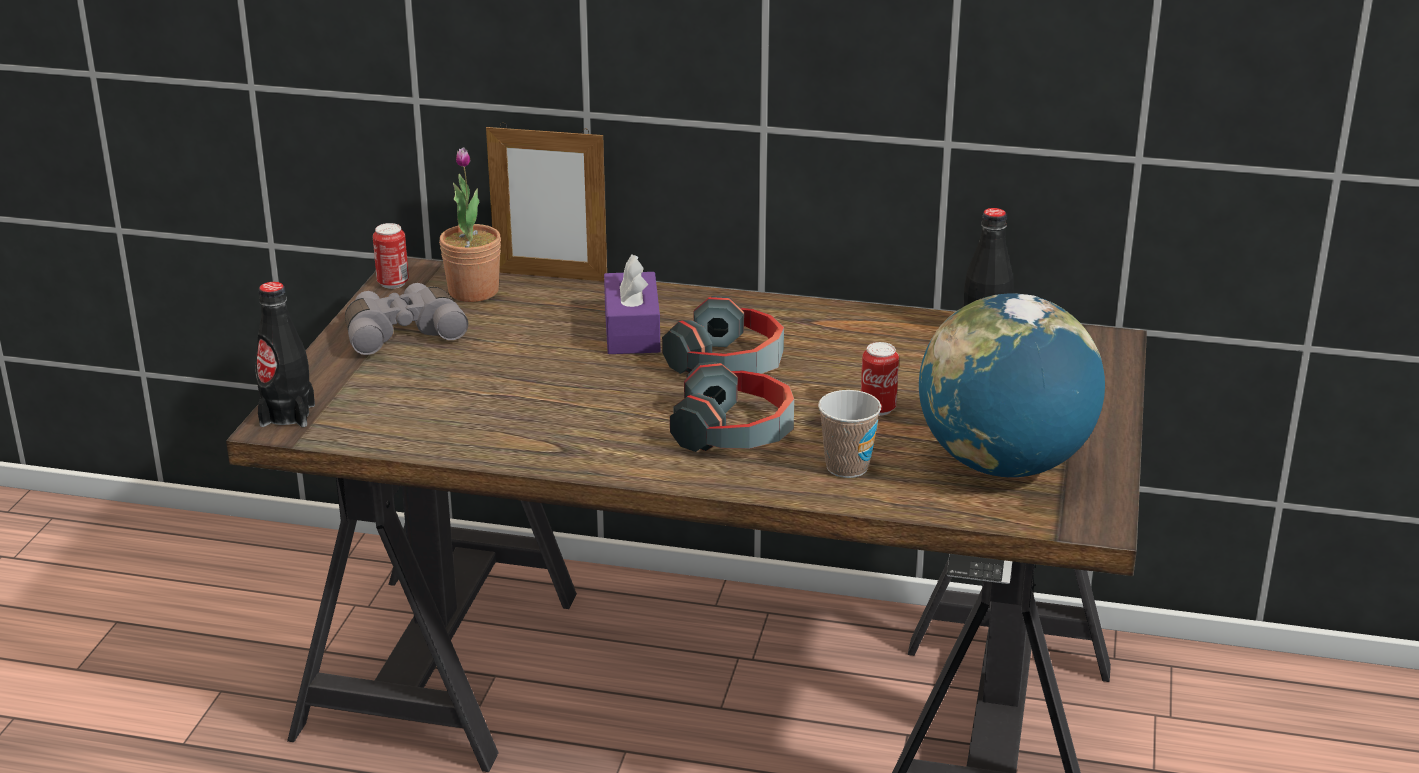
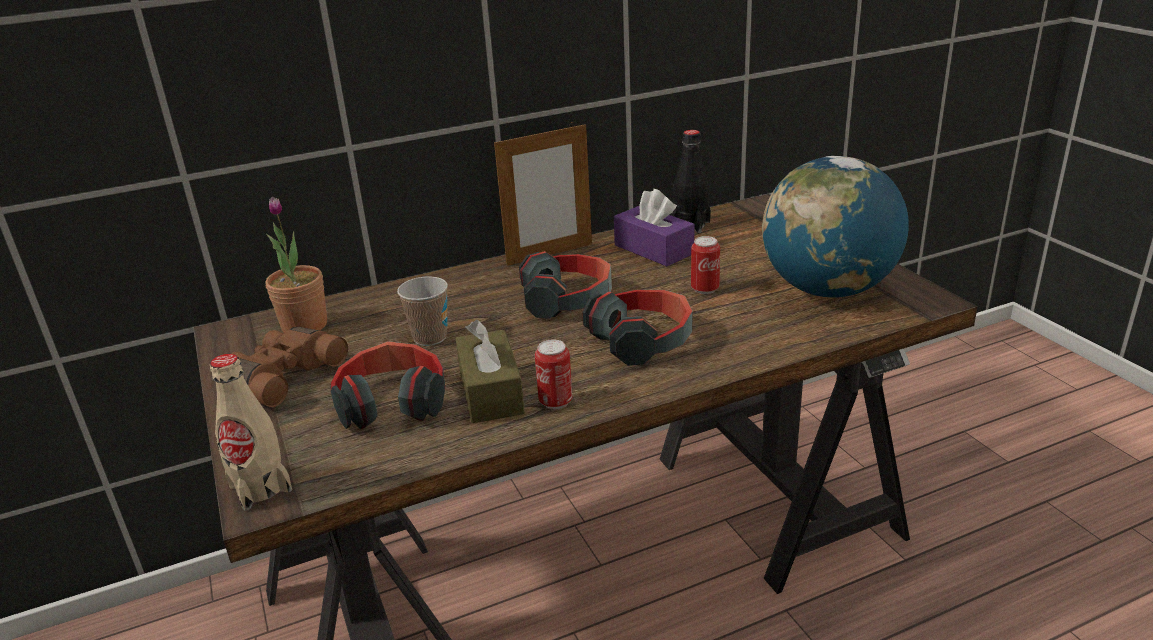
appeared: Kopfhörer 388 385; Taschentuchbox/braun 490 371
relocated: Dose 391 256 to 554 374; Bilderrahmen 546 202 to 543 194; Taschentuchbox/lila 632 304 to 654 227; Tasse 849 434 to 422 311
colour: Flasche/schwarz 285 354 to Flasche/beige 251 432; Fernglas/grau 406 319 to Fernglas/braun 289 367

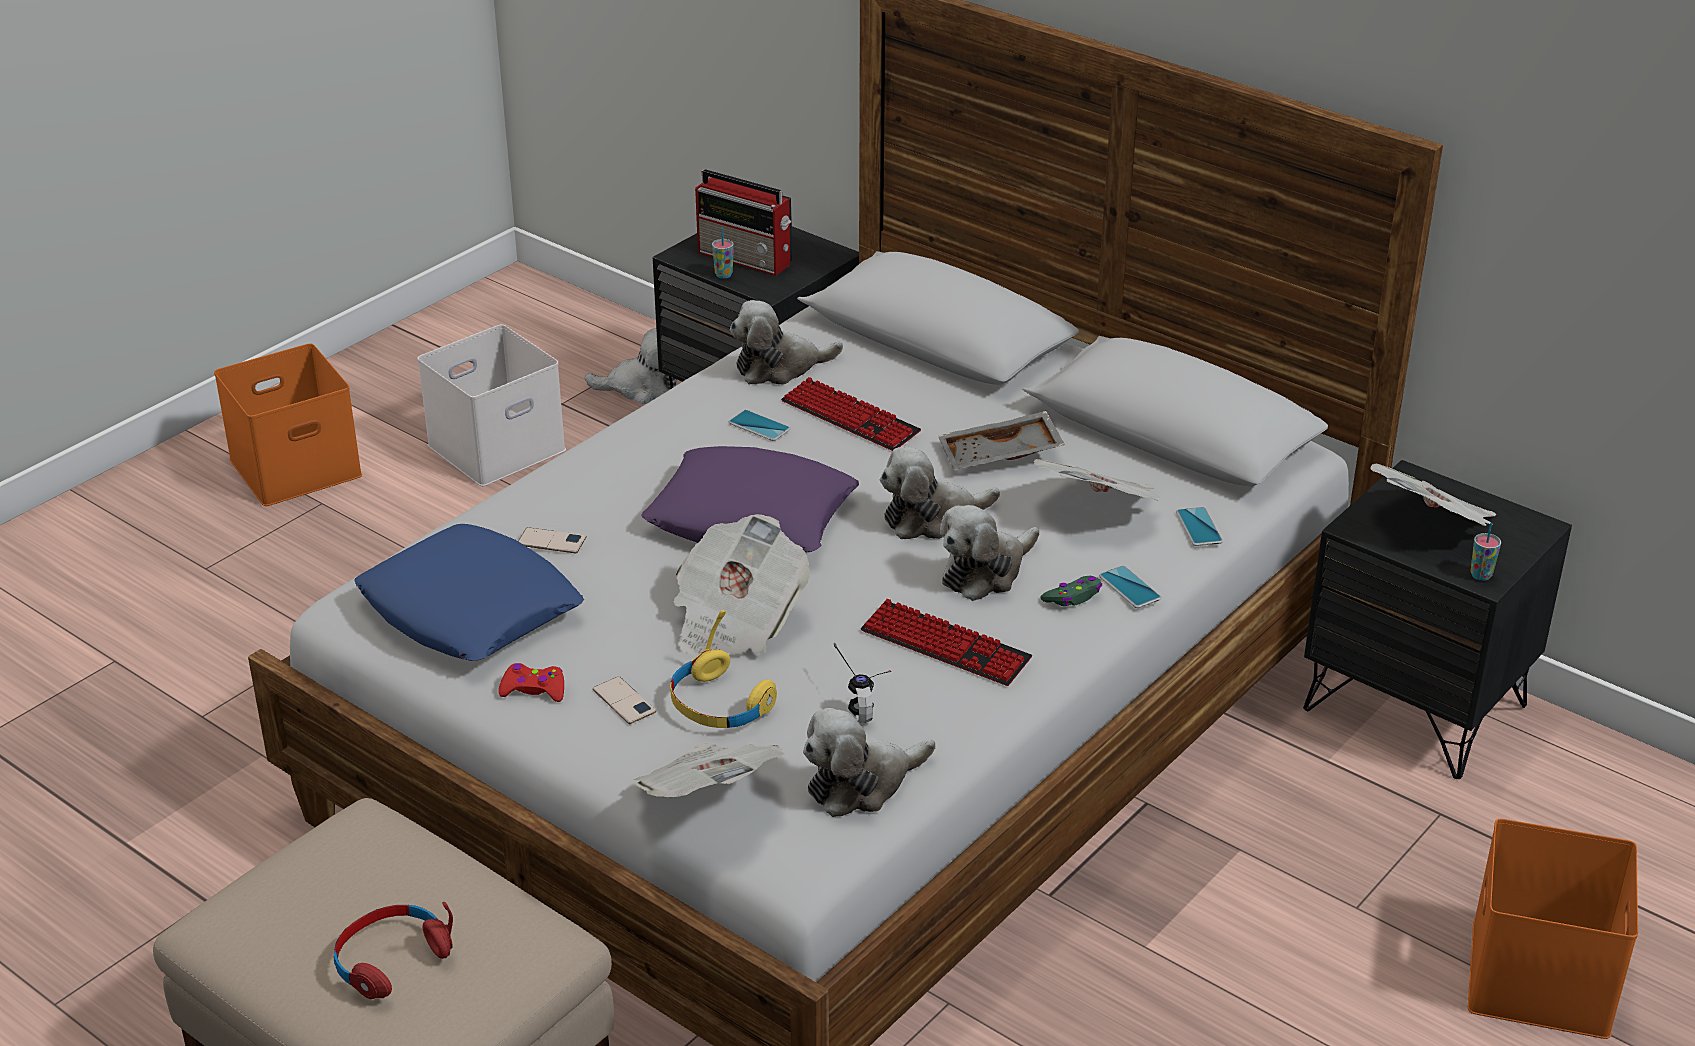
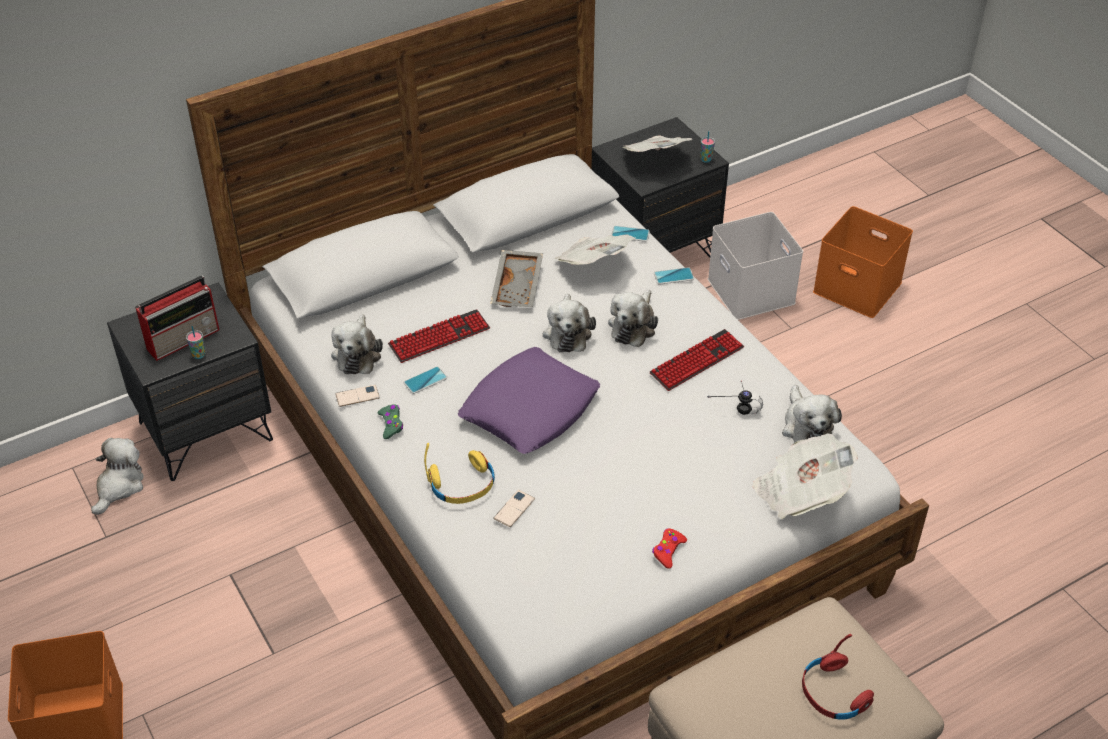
missing: Kissen/blau 469 592; Zeitung 742 585
relocated: Aufbewahrungsbox/weiß 491 405 to 755 266; Handy 624 700 to 357 396; Kopfhörer/gelb 723 669 to 459 473; Gamepad/grün 1071 591 to 390 421
spun: Plüschtier 989 553 = 633 318 45 degrees clockwise

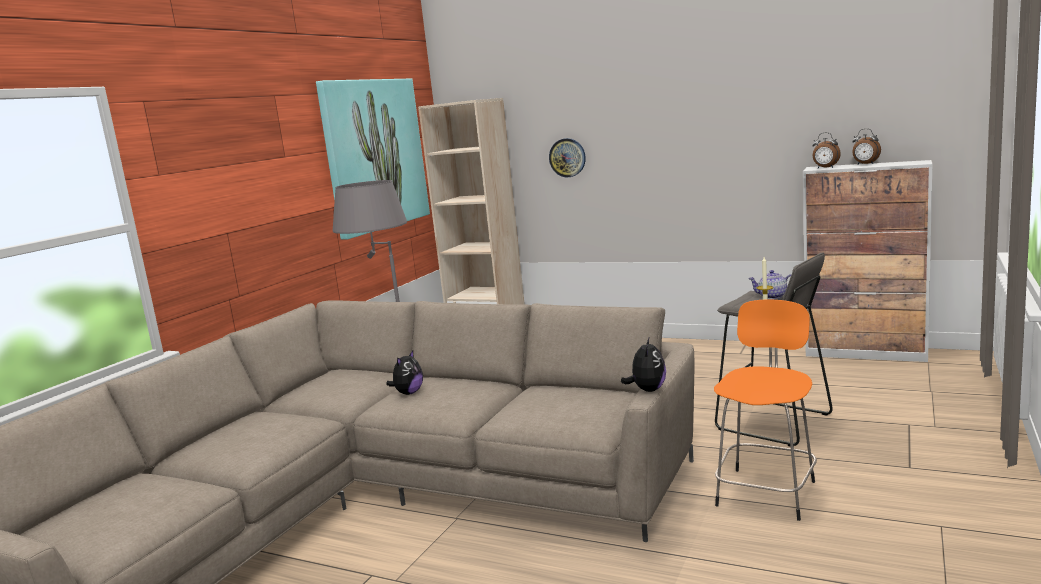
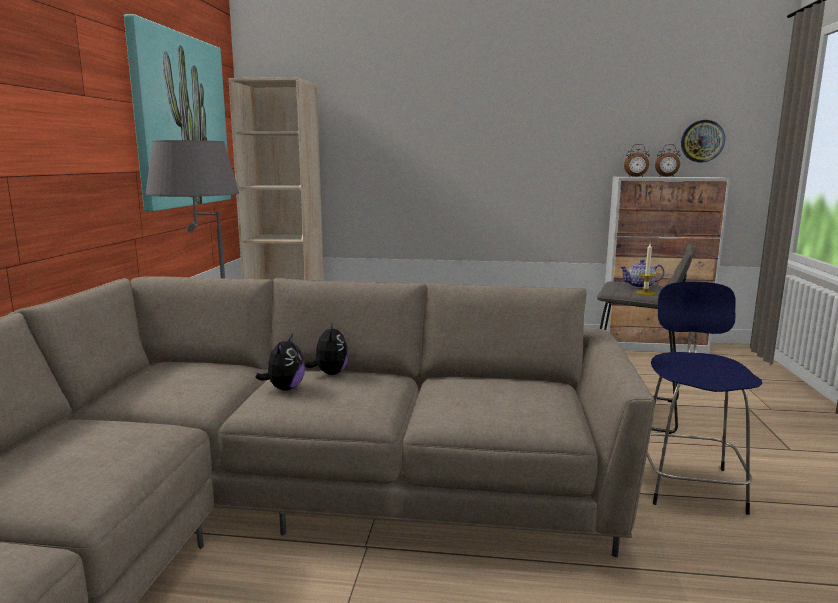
relocated: Wanduhr 567 157 to 703 141; Plüschtier 643 365 to 326 348
colour: Hocker/orange 765 410 to Hocker/blau 704 398

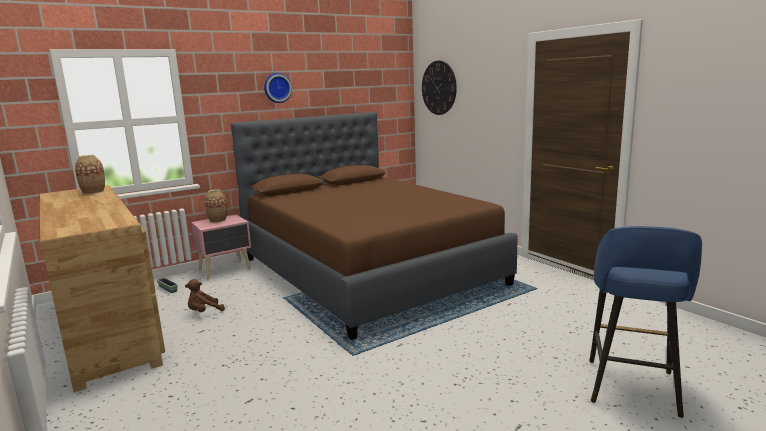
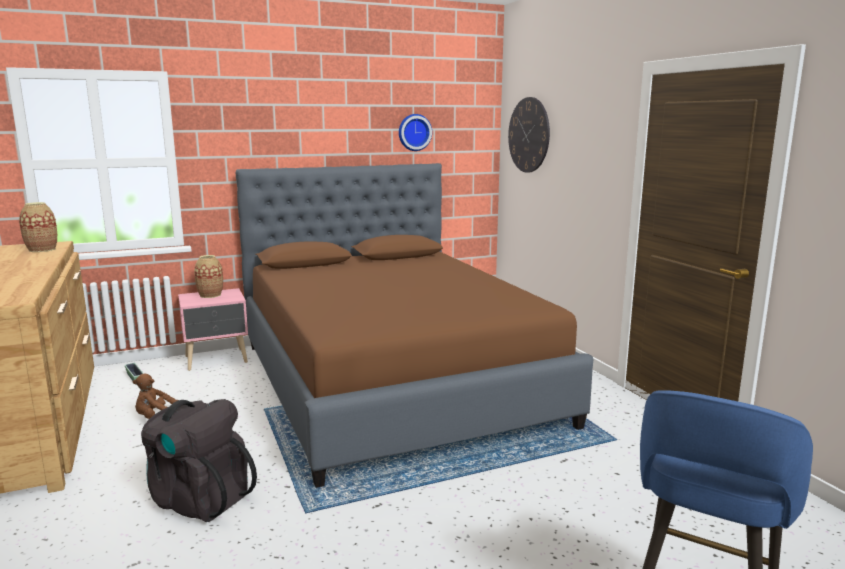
appeared: Rucksack/schwarz 199 460
relocated: Wanduhr 278 88 to 415 132

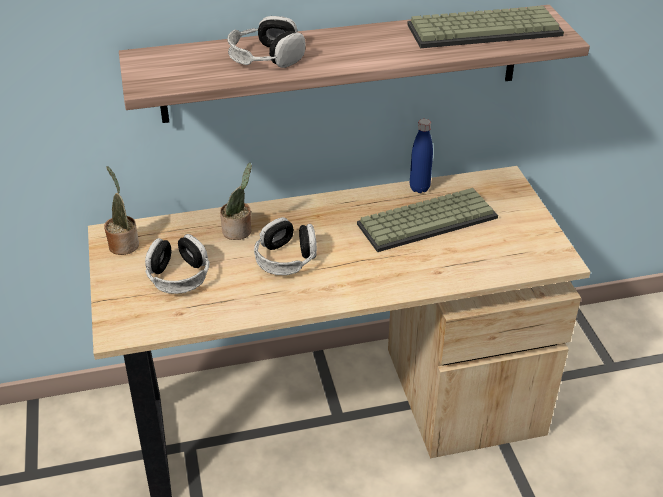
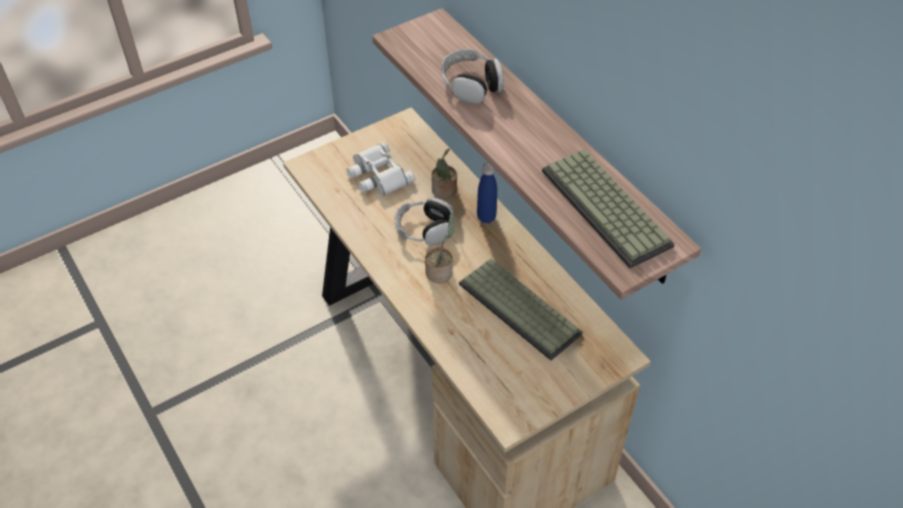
relocated: Topfpflanze 121 210 to 440 248; Flasche/blau 421 156 to 487 193
exchanged: Kopfhörer 177 264 to Fernglas/weiß 380 169

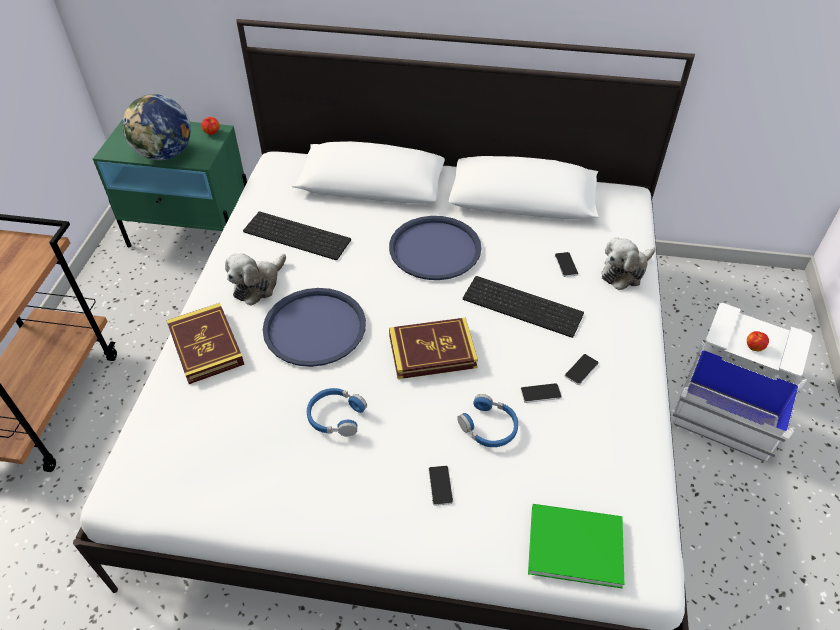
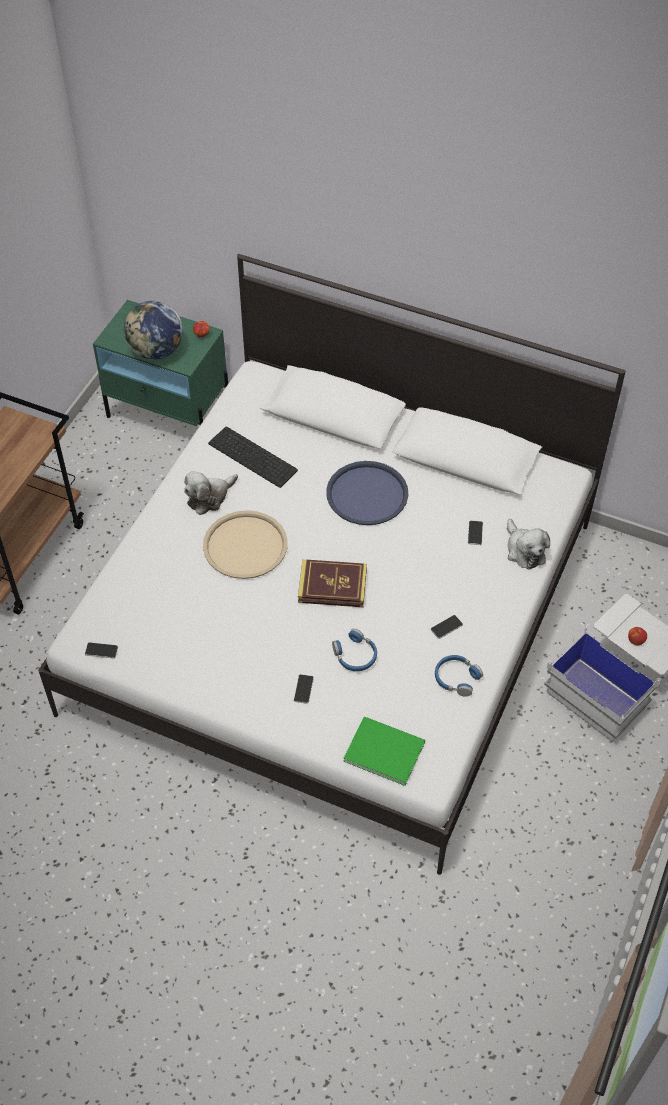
missing: Buch 205 343; Tastatur 523 307
relocated: Kopfhörer/blau 337 412 to 459 676; Handy 541 393 to 101 650
colour: Tablett/blau 314 327 to Tablett/beige 245 544
spun: Plüschtier 628 263 = 528 544 90 degrees counterclockwise

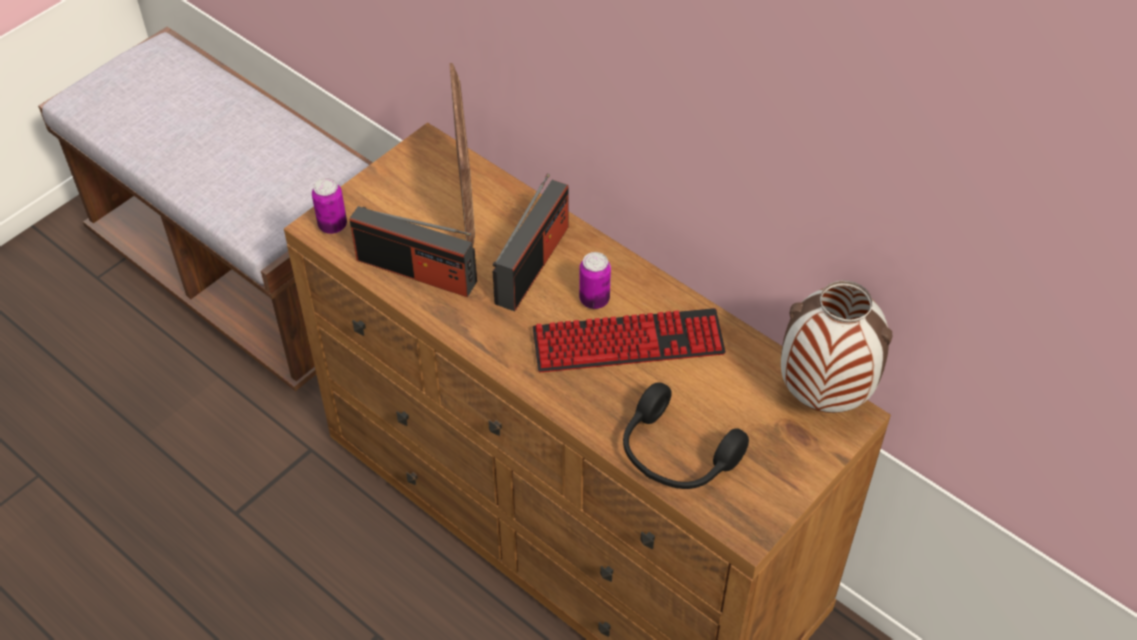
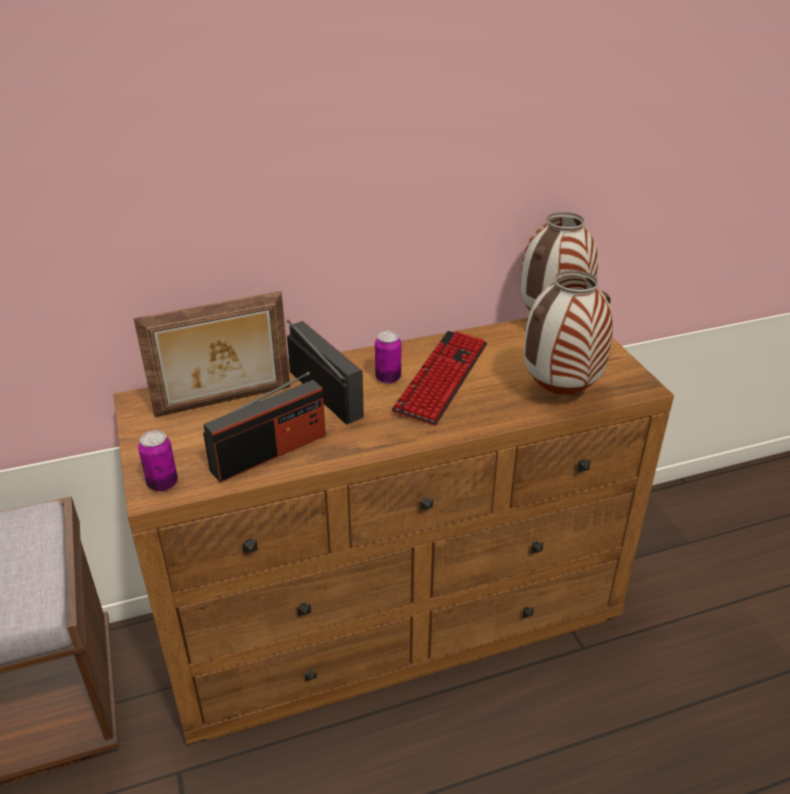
exchanged: Kopfhörer/schwarz 686 435 to Vase 568 332
spun: Bilderrahmen 462 155 = 212 354 135 degrees clockwise

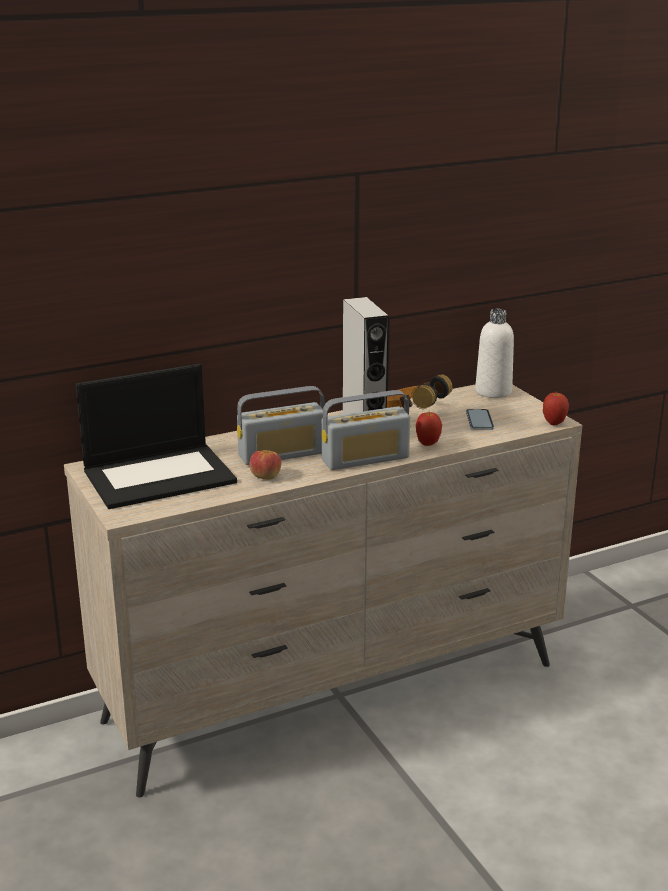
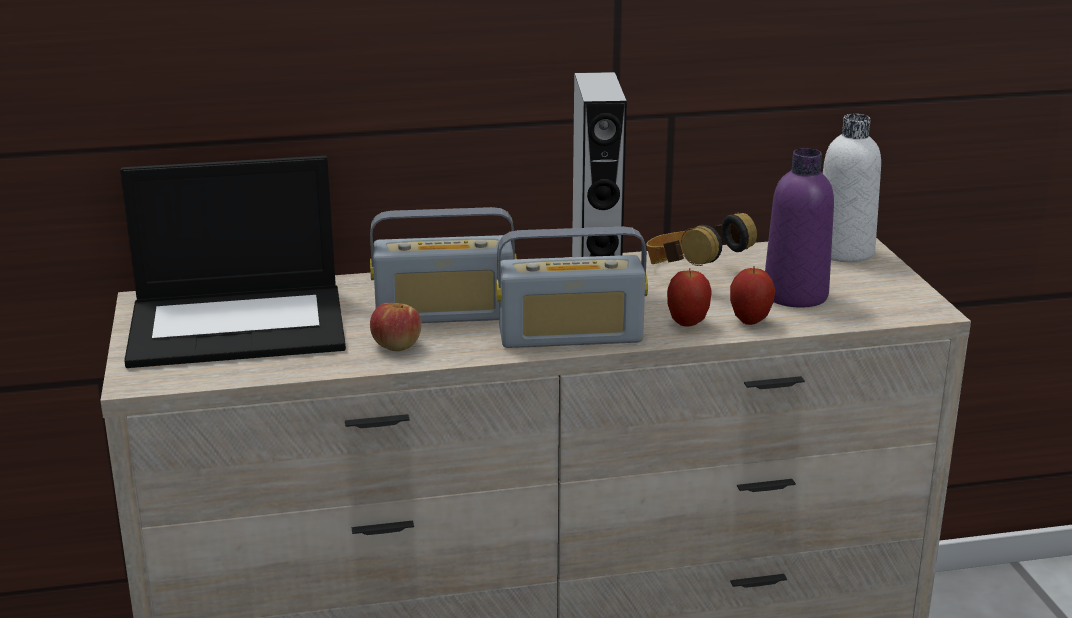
relocated: Apfel 556 409 to 753 295
exchanged: Handy 480 419 to Flasche/lila 799 228

